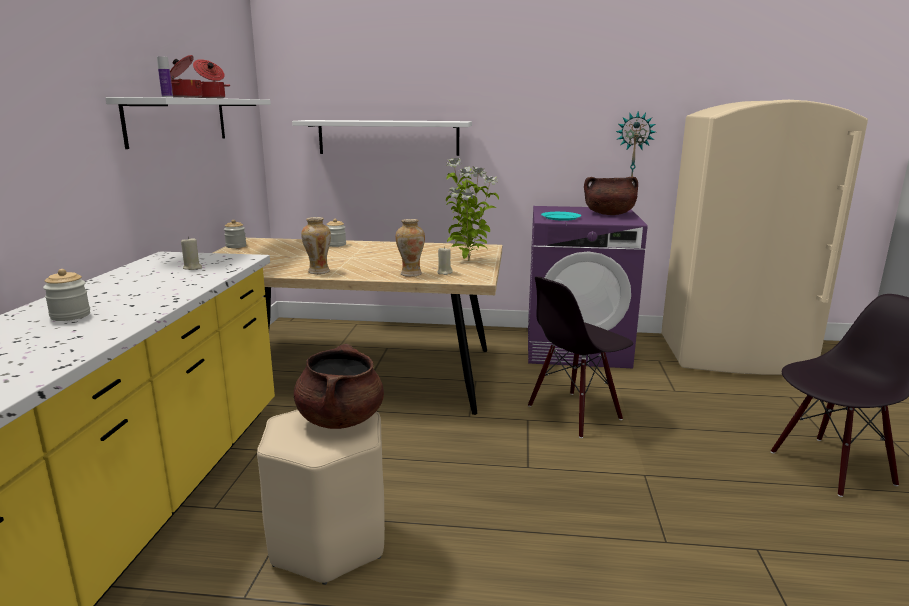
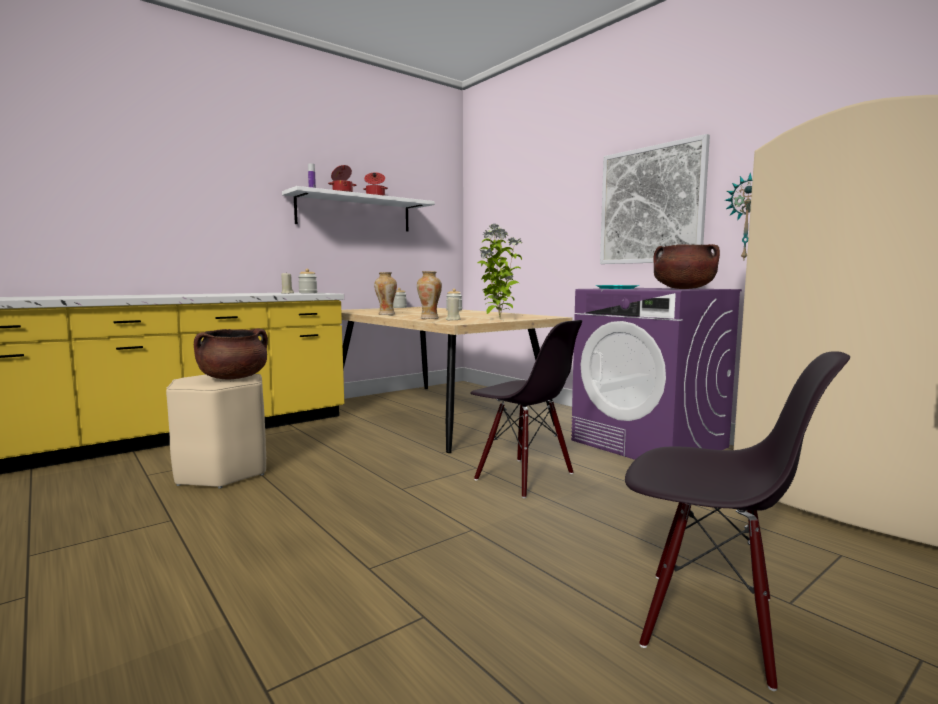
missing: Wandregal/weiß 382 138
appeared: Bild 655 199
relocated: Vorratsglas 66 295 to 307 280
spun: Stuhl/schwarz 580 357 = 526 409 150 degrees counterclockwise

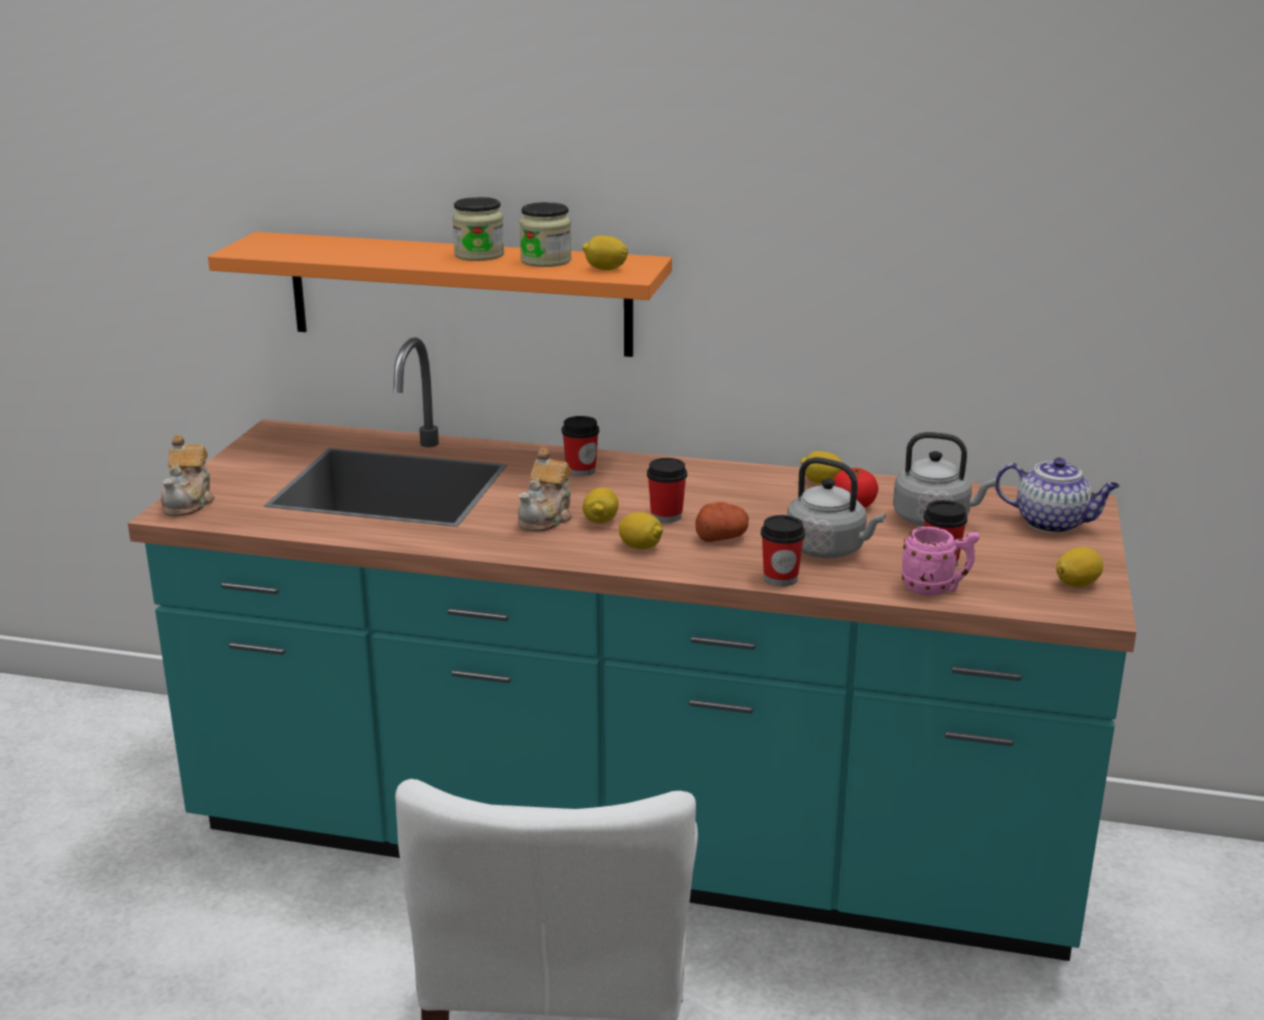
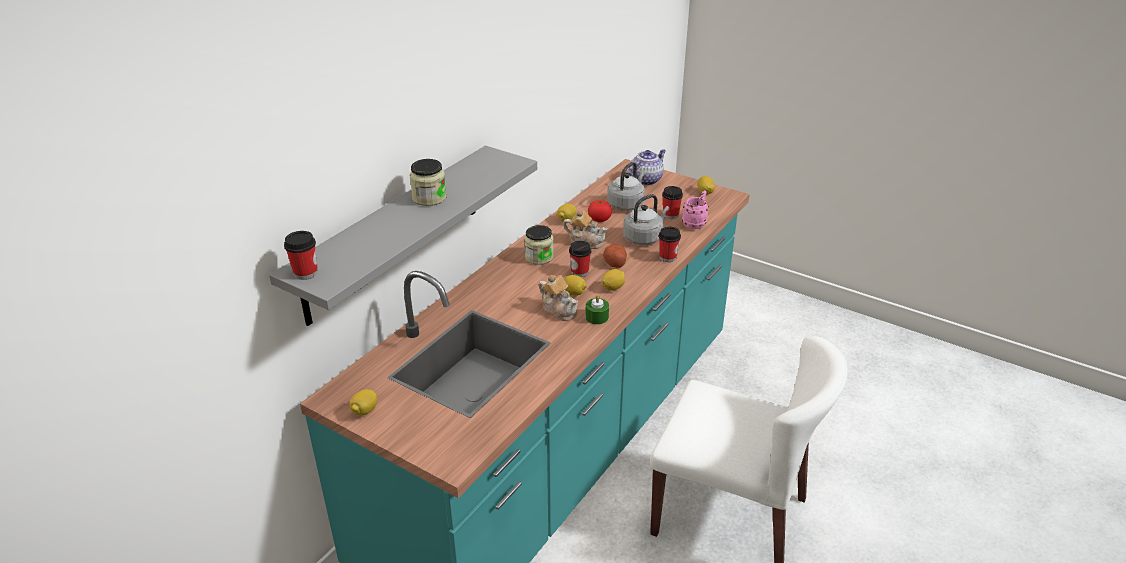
appeared: Kerze/grün 597 309
relocated: Teekanne 188 475 to 585 229; Vorratsglas 546 234 to 539 245; Tasse 580 446 to 301 255; Zitrone 605 252 to 363 402
colour: Wandregal/orange 440 294 to Wandregal/grau 403 235

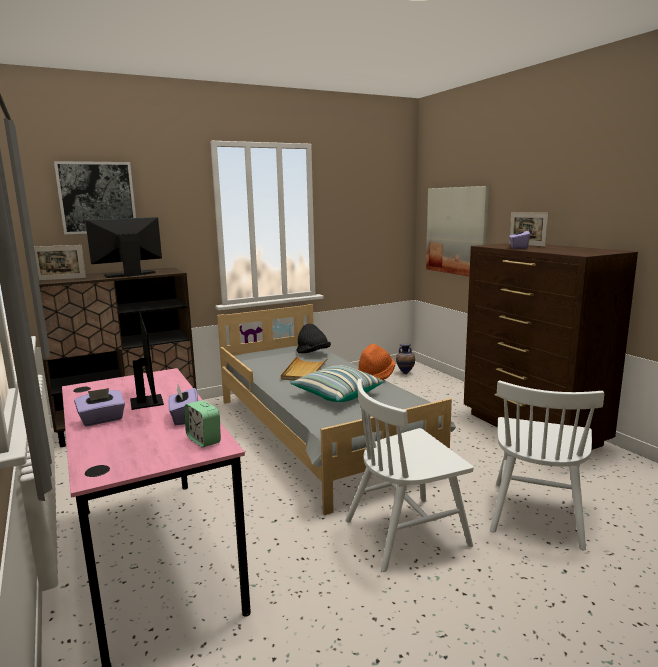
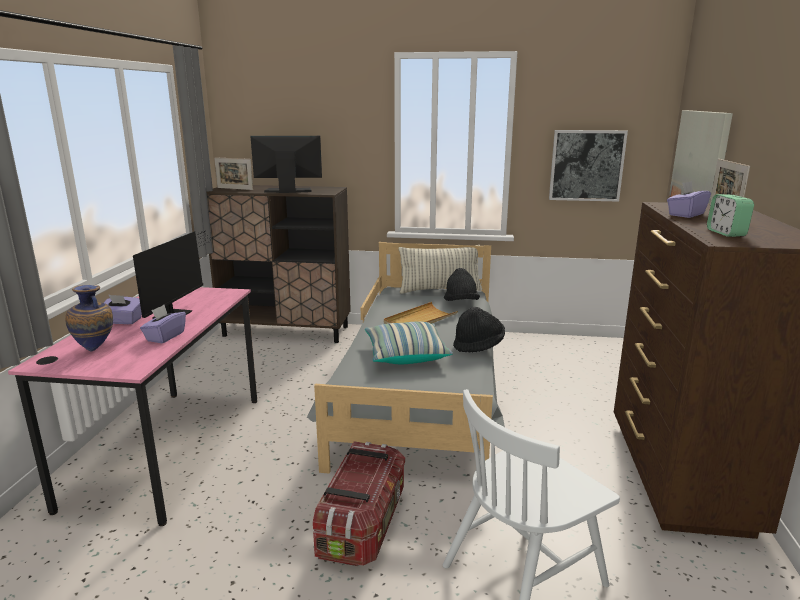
appeared: Kissen 440 269
relocated: Bild 95 198 to 588 166; Wecker 202 423 to 730 215; Vase 405 358 to 89 318
exchanged: Stuhl/weiß 409 475 to Aufbewahrungsbox 359 504
colour: Hut/orange 376 362 to Hut/schwarz 479 329

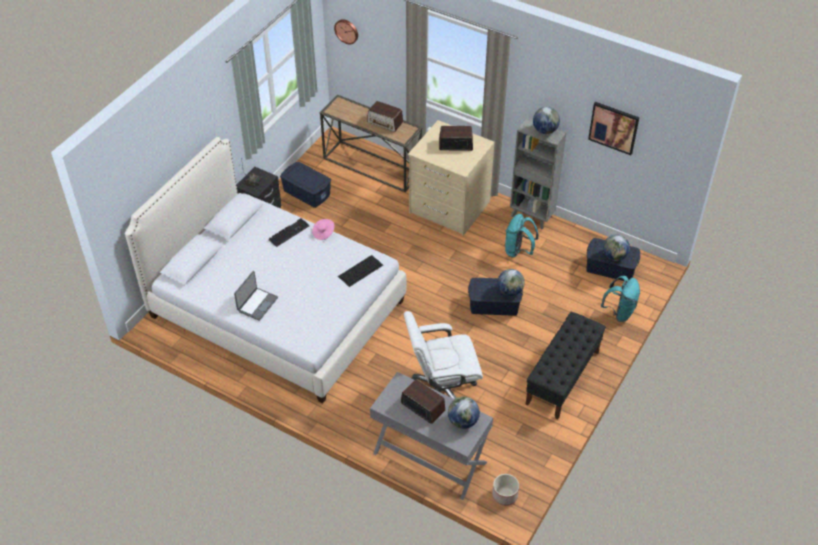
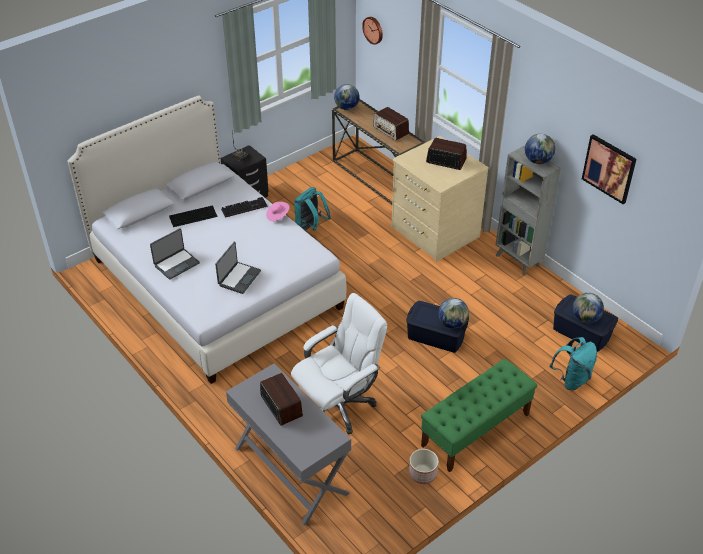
missing: Aufbewahrungsbox/blau 305 185
appeared: Laptop 238 268
relocated: Tastatur 360 271 to 193 216; Globus 464 413 to 347 97; Pflanzkübel 505 490 to 424 466; Rucksack/türkis 521 236 to 312 209
colour: Bank/schwarz 566 365 to Bank/grün 479 415
spun: Bürostuhl/weiß 443 355 = 339 364 135 degrees clockwise

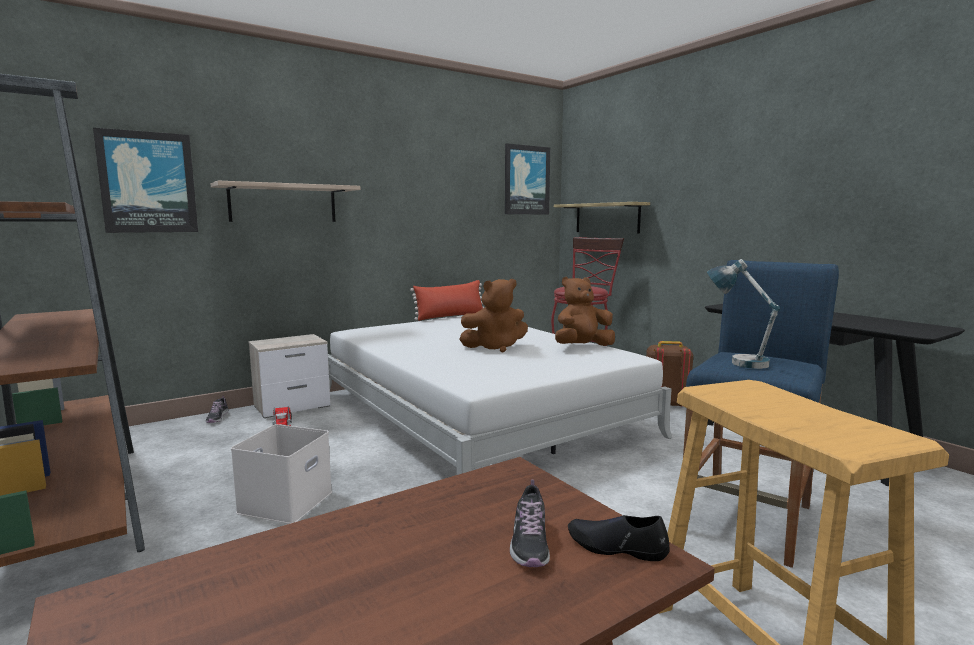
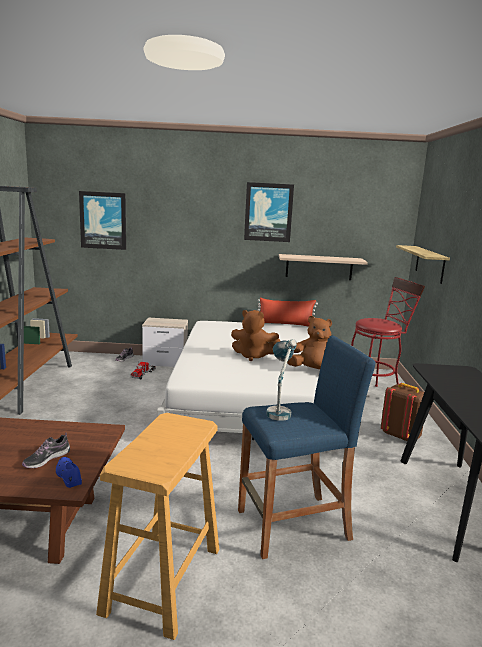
missing: Aufbewahrungsbox/weiß 281 474
relocated: Wandregal 285 201 to 323 267; Bild 527 179 to 269 212
colour: Schuh/schwarz 619 538 to Schuh/blau 69 472

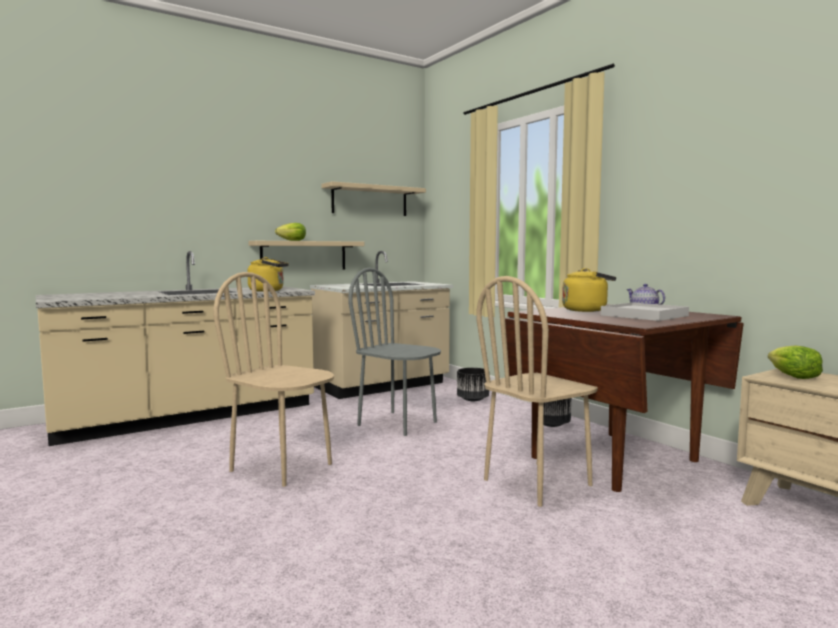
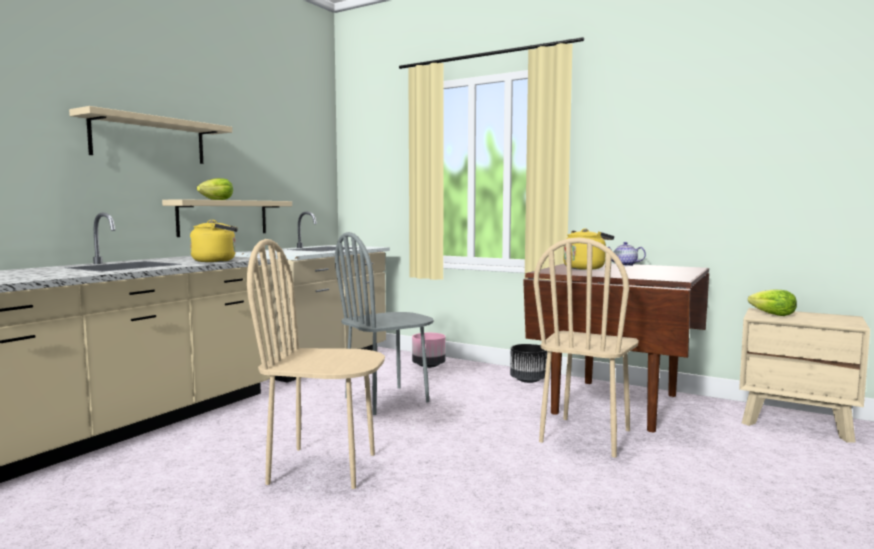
missing: Tablett/weiß 645 311
relocated: Wandregal/beige 374 198 to 150 135
colour: Pflanzkübel/schwarz 473 384 to Pflanzkübel/rosa 429 350
spun: Stuhl/grau 394 352 = 384 323 45 degrees counterclockwise

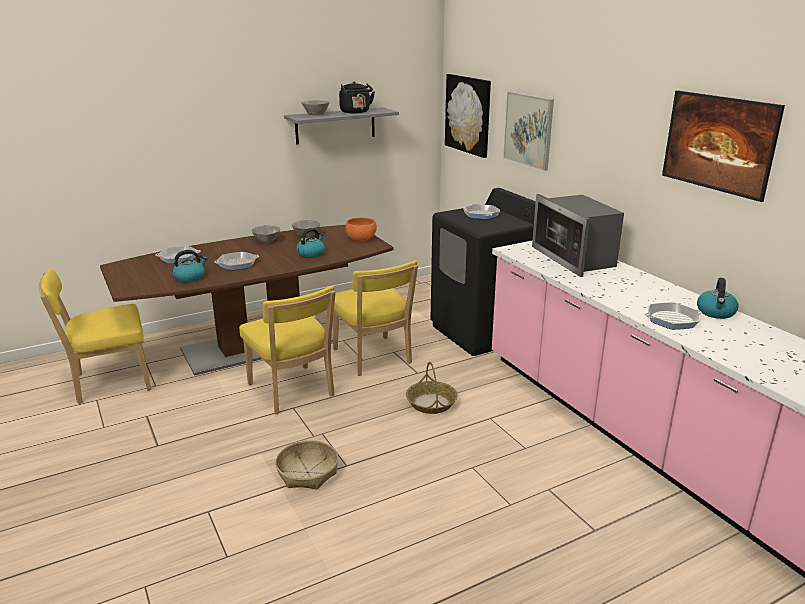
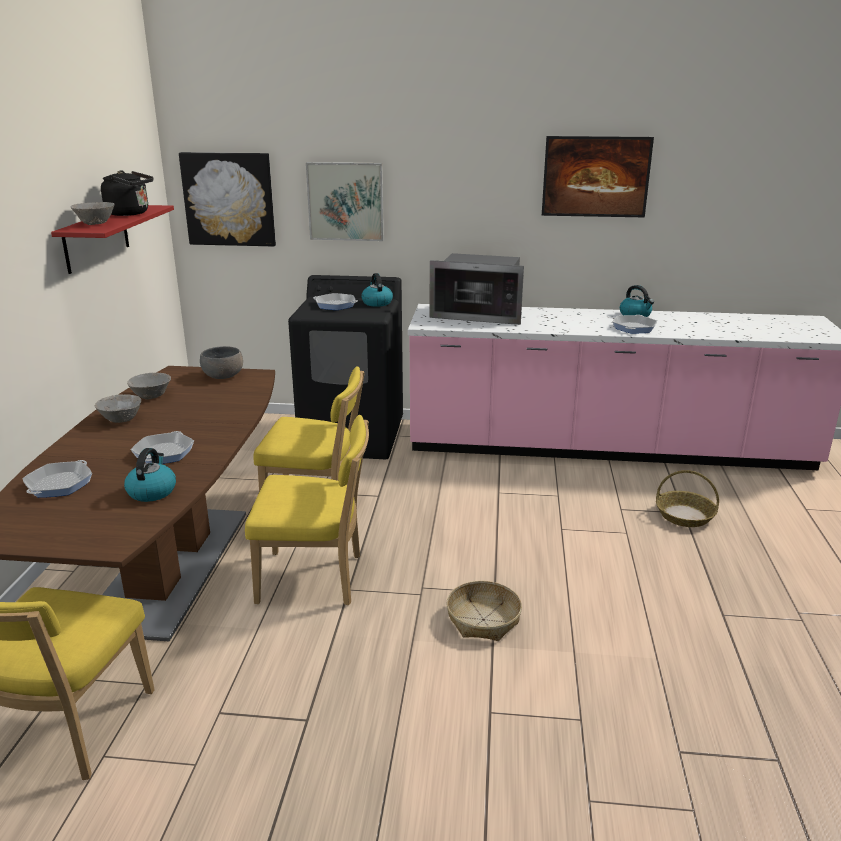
relocated: Wasserkessel 310 243 to 377 290; Korb 431 388 to 687 498
colour: Wandregal/grau 341 125 to Wandregal/rot 112 239; Schüssel/orange 361 229 to Schüssel/grau 221 362

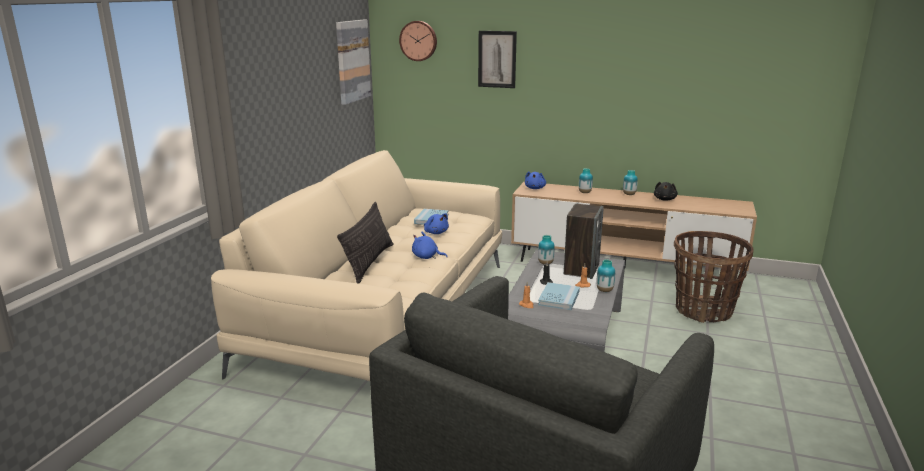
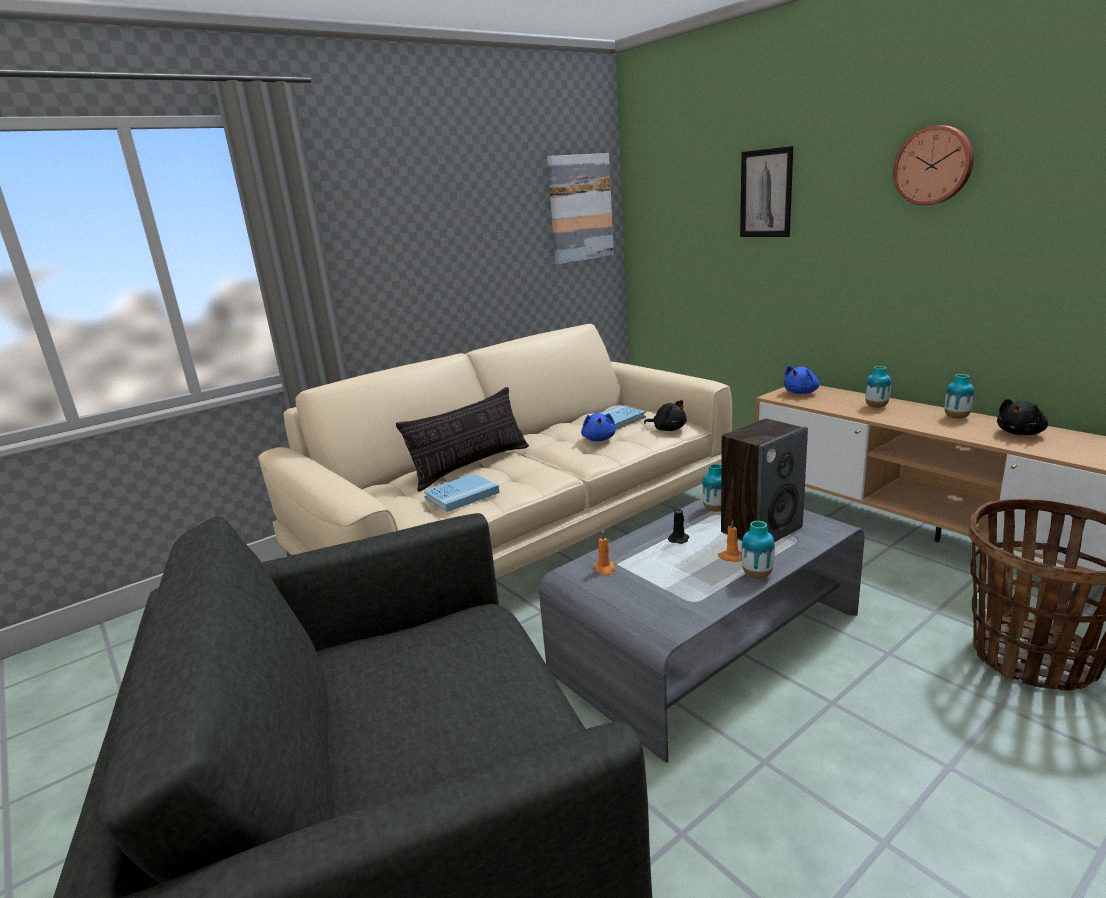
missing: Plüschtier/blau 430 245
appeared: Plüschtier/schwarz 665 415
relocated: Wanduhr 418 41 to 933 165; Buch/blau 559 296 to 461 492

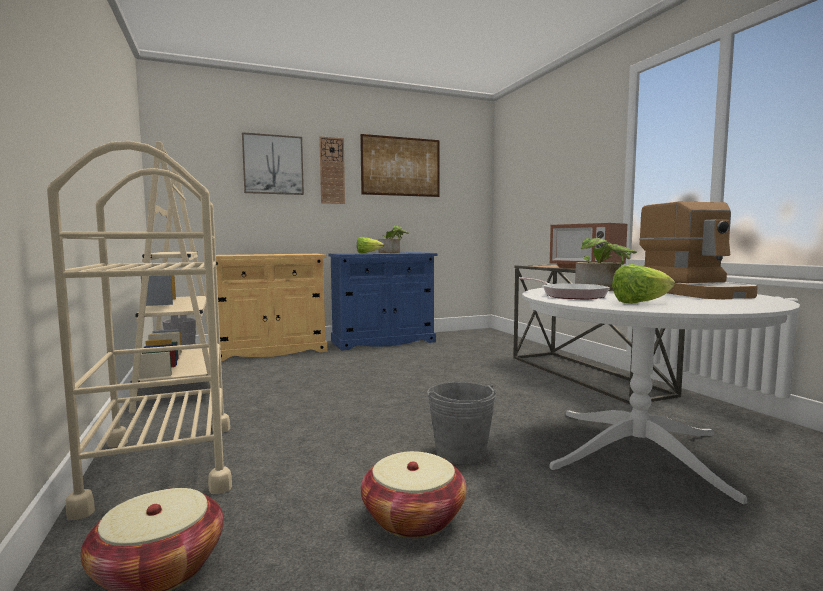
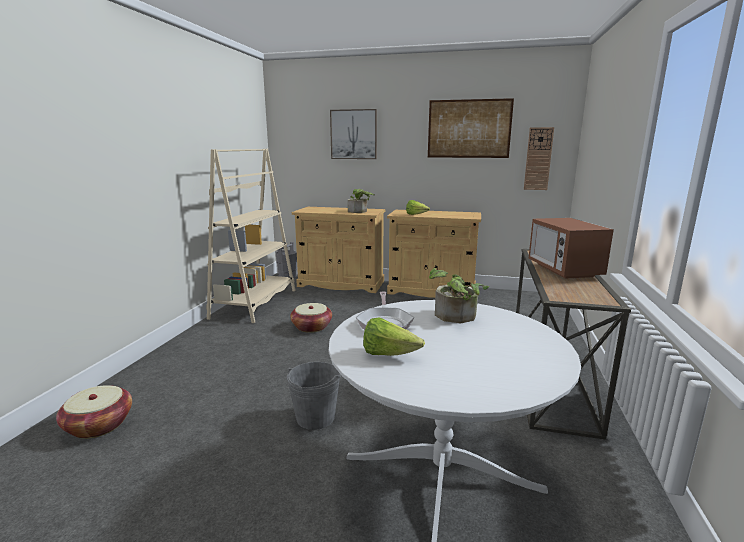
missing: Rollwagen/beige 139 330; Kaffeemaschine 698 250
relocated: Wanduhr 332 170 to 539 158; Korb 414 494 to 311 318; Topfpflanze 393 239 to 361 201
colour: Schrank/blau 383 301 to Schrank/beige 434 254

